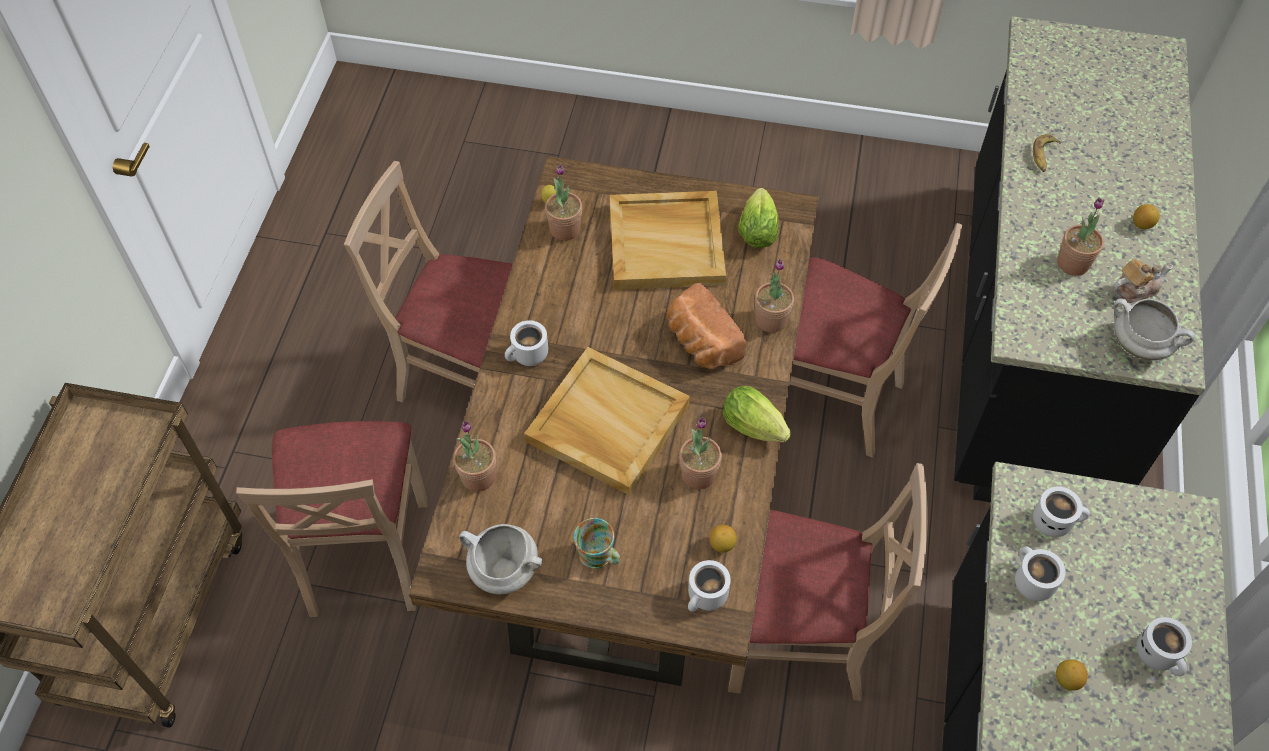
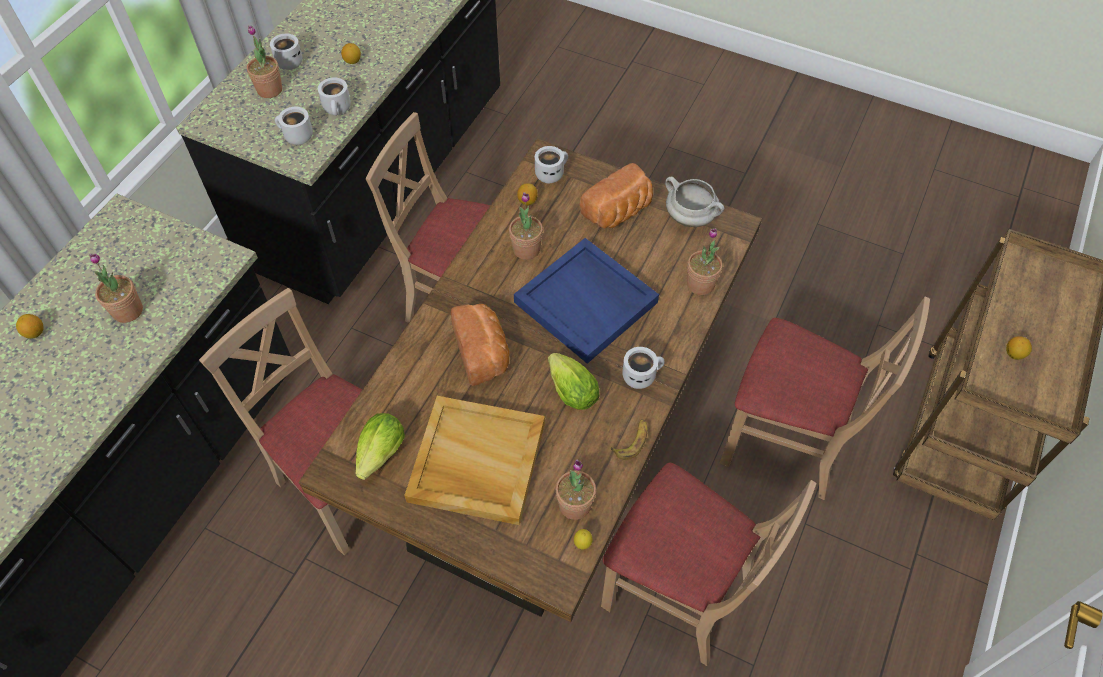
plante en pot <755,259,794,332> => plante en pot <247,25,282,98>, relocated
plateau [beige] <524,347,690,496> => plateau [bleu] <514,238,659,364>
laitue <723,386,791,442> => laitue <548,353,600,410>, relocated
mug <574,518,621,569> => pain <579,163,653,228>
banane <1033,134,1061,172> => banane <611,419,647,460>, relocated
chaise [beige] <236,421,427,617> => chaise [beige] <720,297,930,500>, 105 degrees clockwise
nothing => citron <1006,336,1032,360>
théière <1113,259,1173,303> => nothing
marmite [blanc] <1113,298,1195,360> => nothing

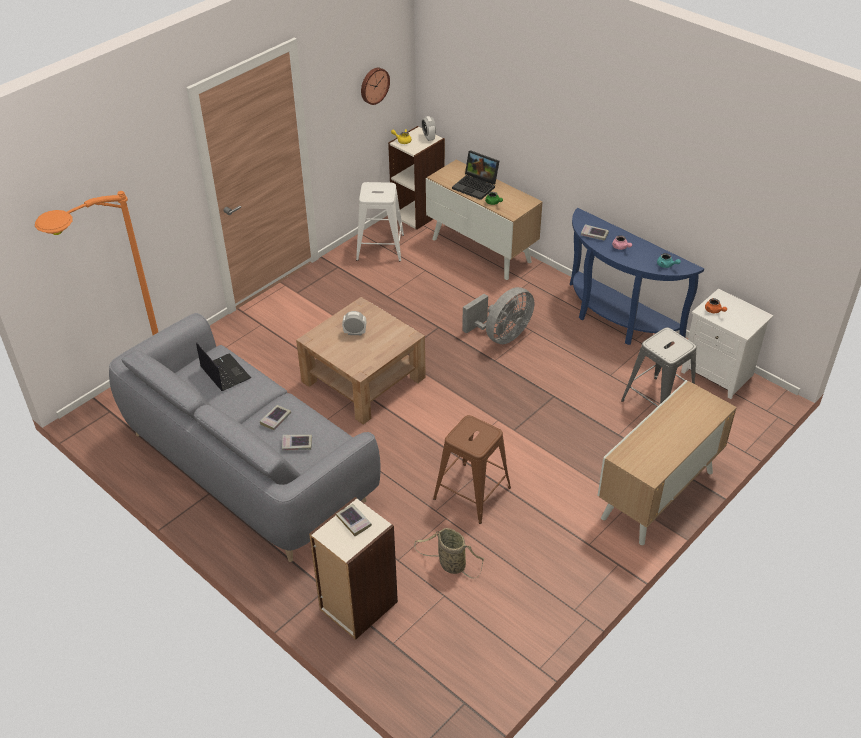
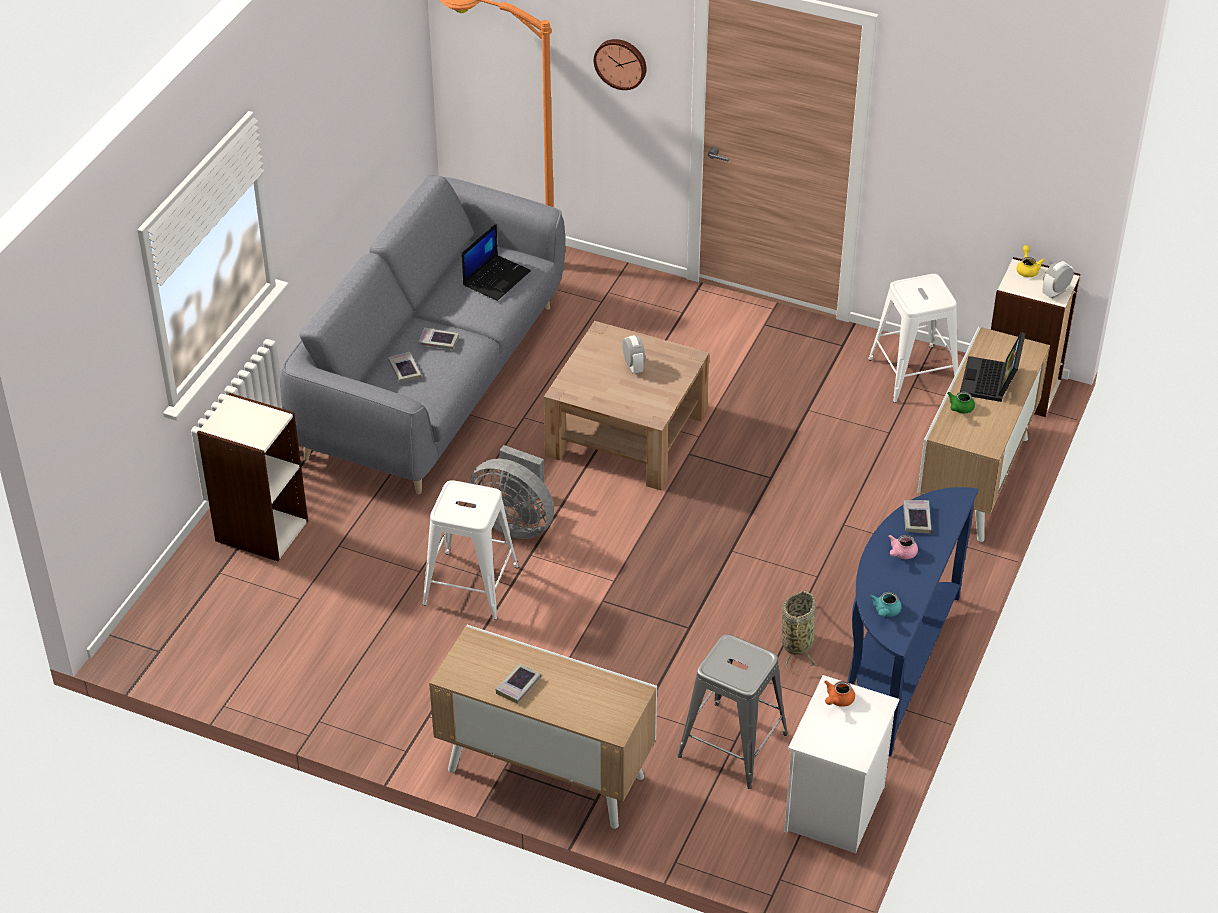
tabouret [marron] <433,415,511,524> => tabouret [blanc] <422,480,519,620>
ventilateur [gris] <462,287,534,344> => ventilateur [gris] <469,445,554,539>, relocated
livre <336,504,372,536> => livre <496,664,542,704>, relocated
horloge murale <361,68,390,105> => horloge murale <594,39,647,90>, relocated
panier <414,528,484,578> => panier <782,590,817,670>, relocated

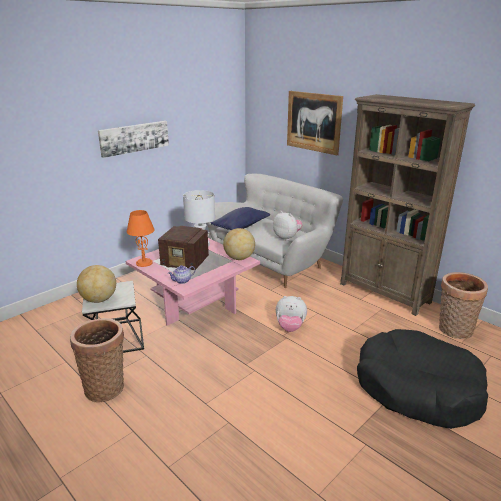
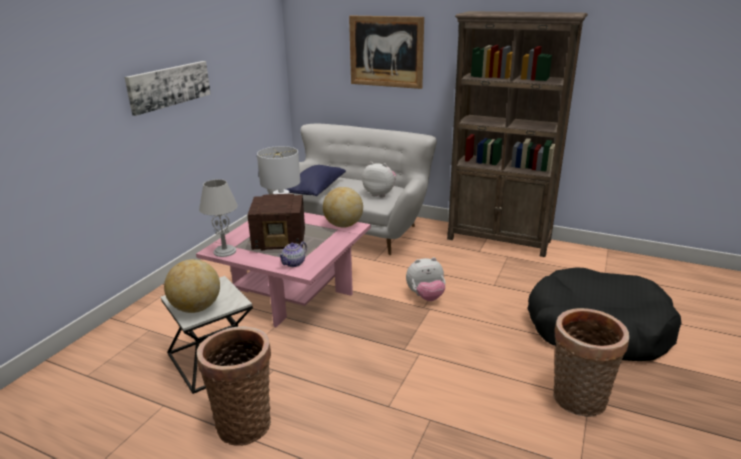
lampe de table [orange] <127,210,155,267> => lampe de table [gris] <199,179,238,257>
panier <439,272,488,339> => panier <553,308,629,417>, relocated

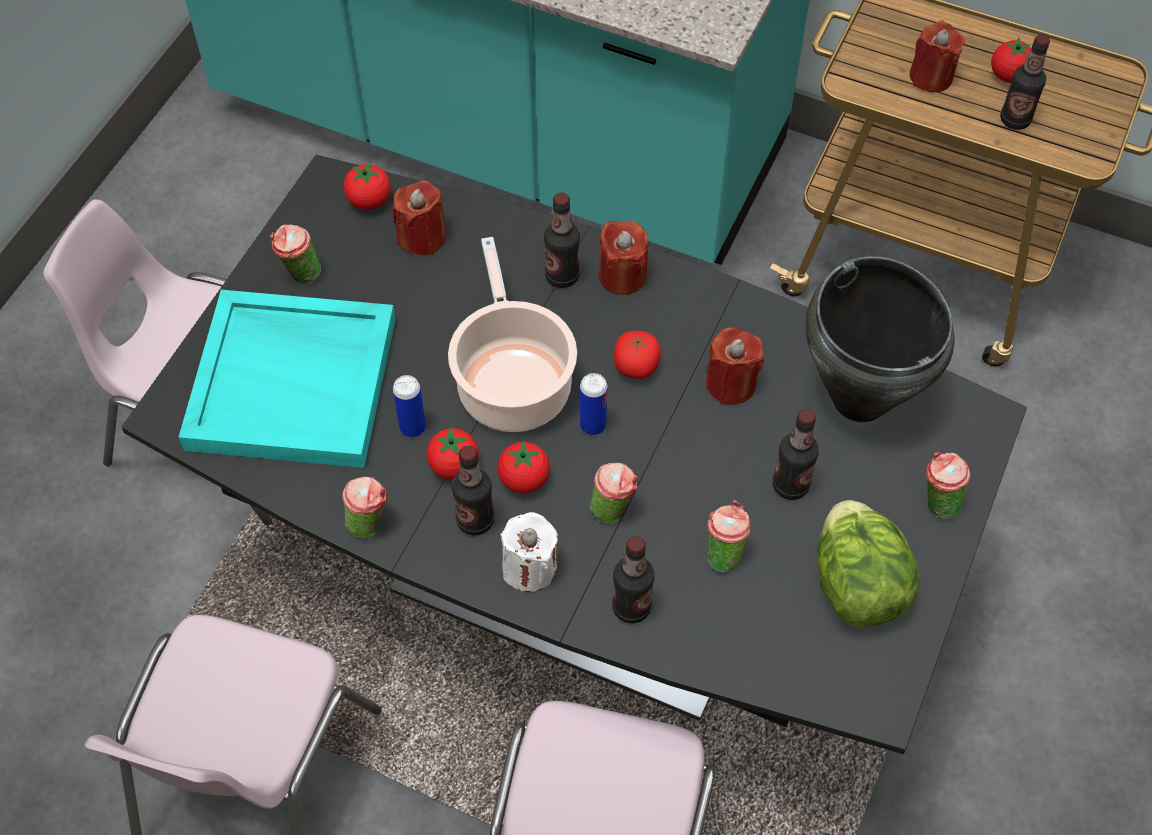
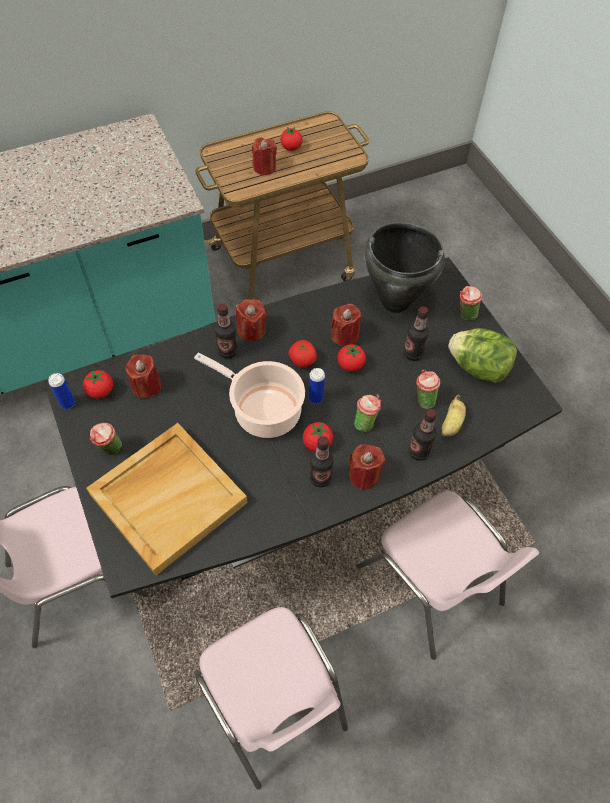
boîte métallique <393,375,426,437> => boîte métallique <48,373,75,409>, relocated
plateau [turquoise] <179,290,396,468> => plateau [beige] <86,423,248,575>
tomate <426,427,479,480> => tomate <337,344,366,372>, relocated
bougie [blanc] <500,512,558,592> => bougie [rouge] <348,444,385,490>
nothing => banane <442,395,466,436>
tasse <342,477,387,538> => nothing
bouteille <1000,34,1050,130> => nothing

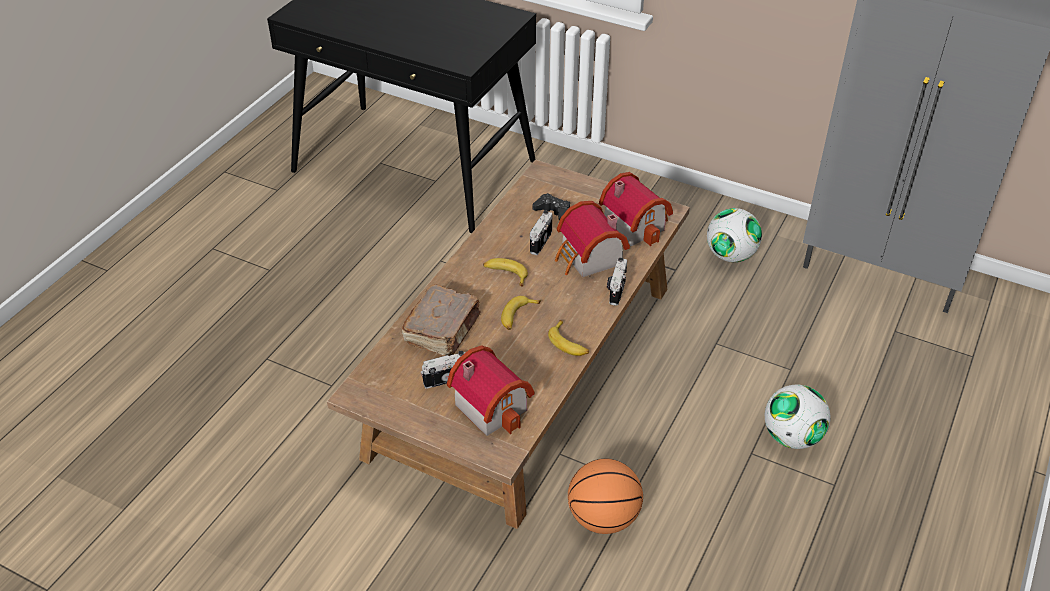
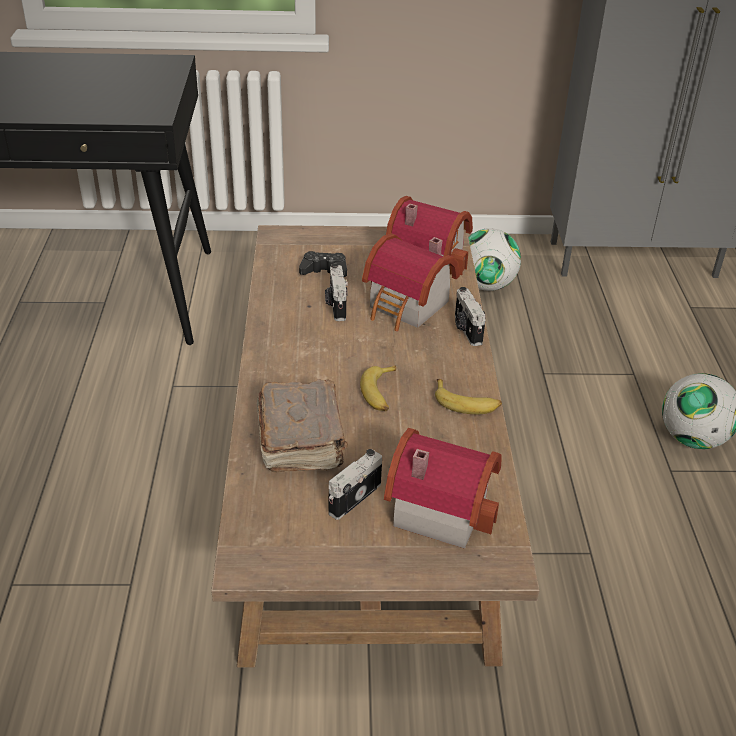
banane <483,258,528,287> => nothing
ballon de basket <568,459,643,534> => nothing

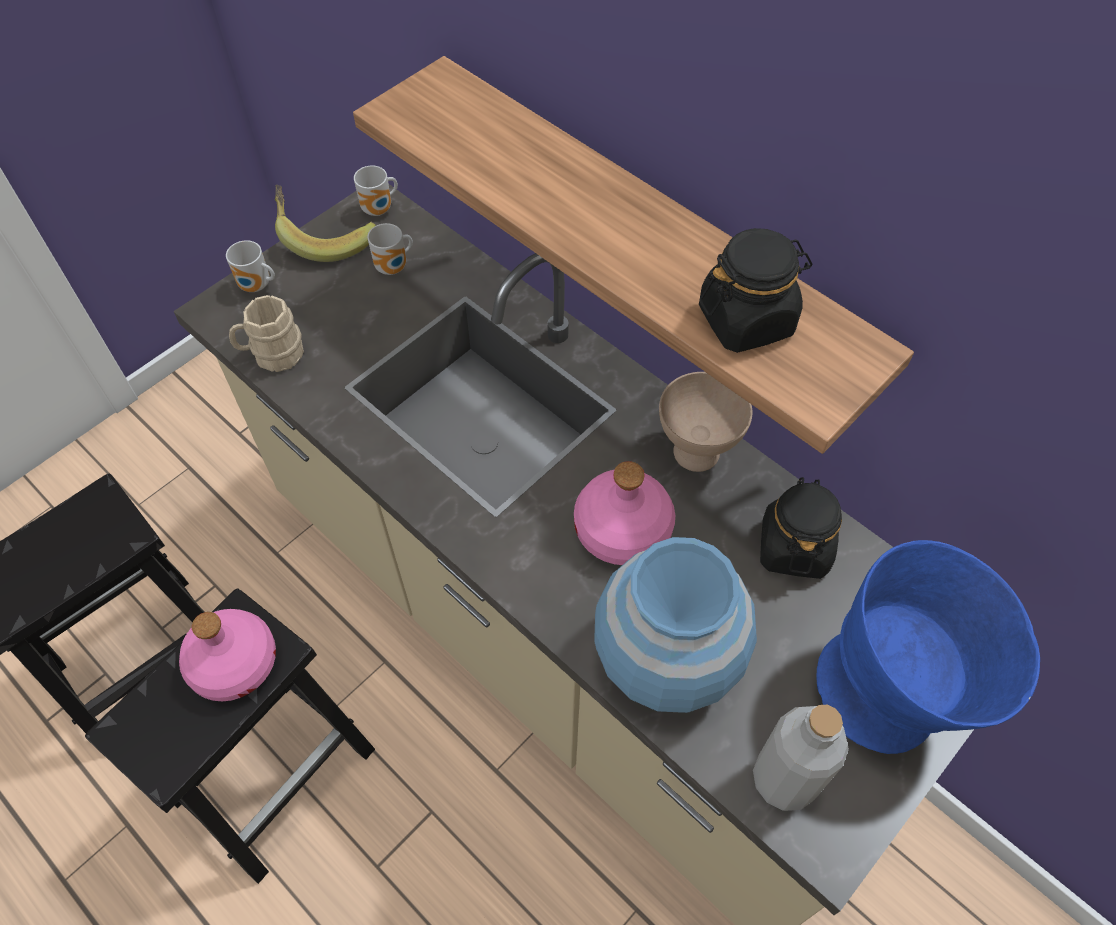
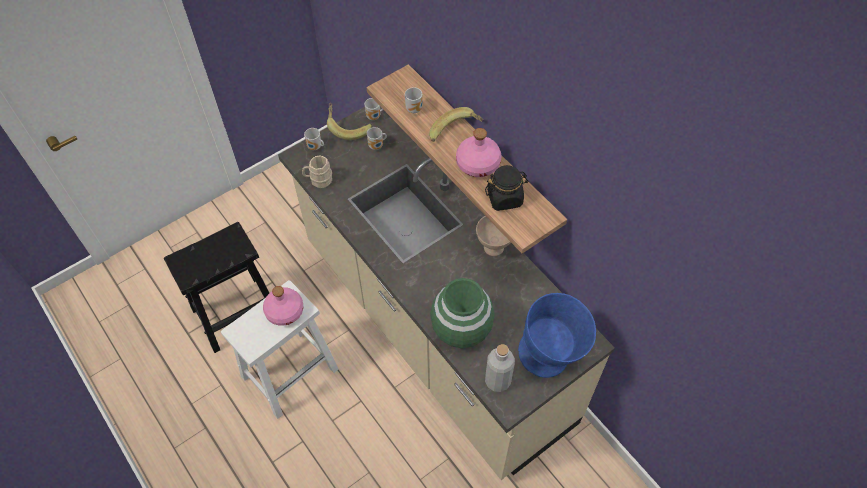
tabouret [noir] <85,588,375,884> => tabouret [blanc] <221,280,339,419>
nothing => mug <405,87,422,113>
nothing => banane <429,107,483,142>
vase [bleu] <594,537,757,713> => vase [vert] <430,278,495,348>
bouteille [rose] <574,461,675,565> => bouteille [rose] <456,128,501,177>, relocated
bocal [noir] <760,477,842,579> => nothing

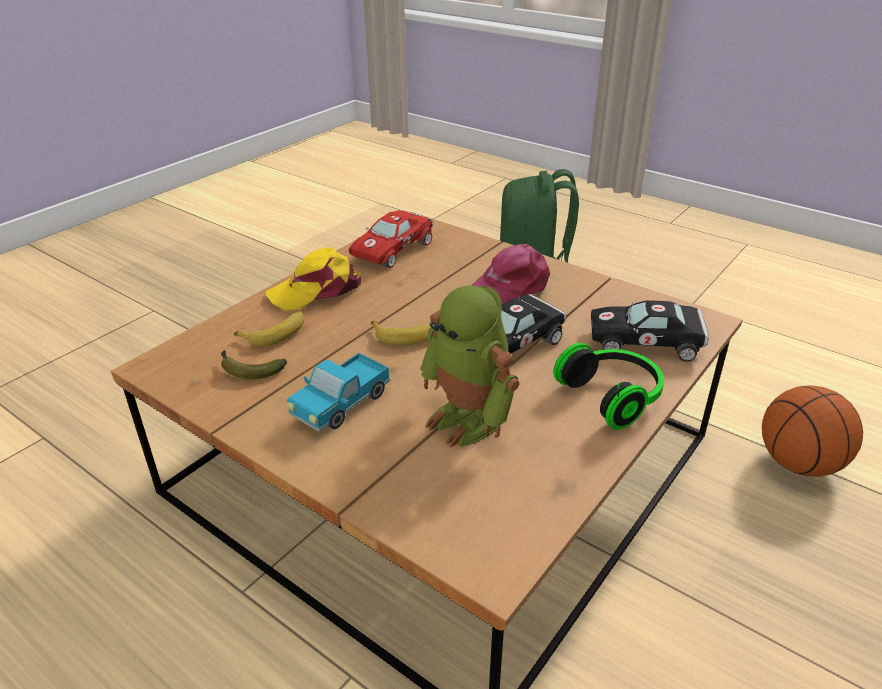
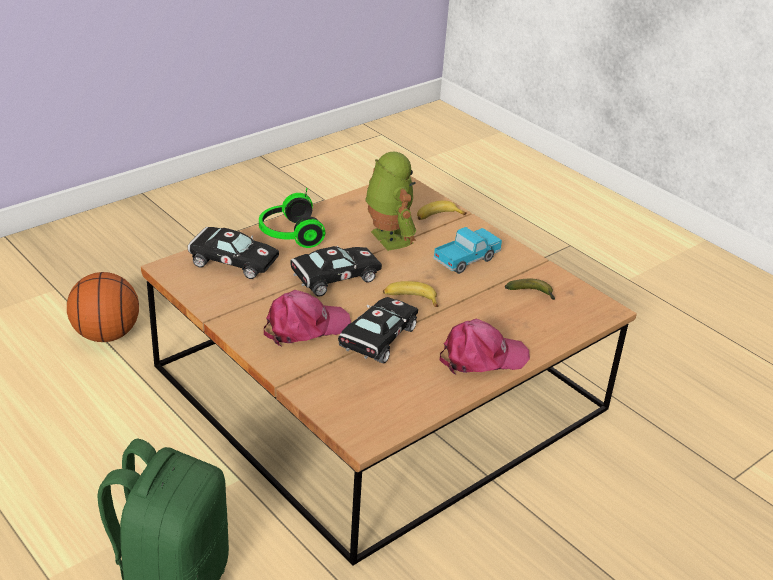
nothing => petite voiture [noir] <338,297,418,363>
banane <234,311,304,346> => banane <417,200,467,220>, relocated
casquette [jaune] <266,247,361,311> => casquette [rose] <440,318,530,374>
petite voiture [rouge] <349,210,433,268> => nothing

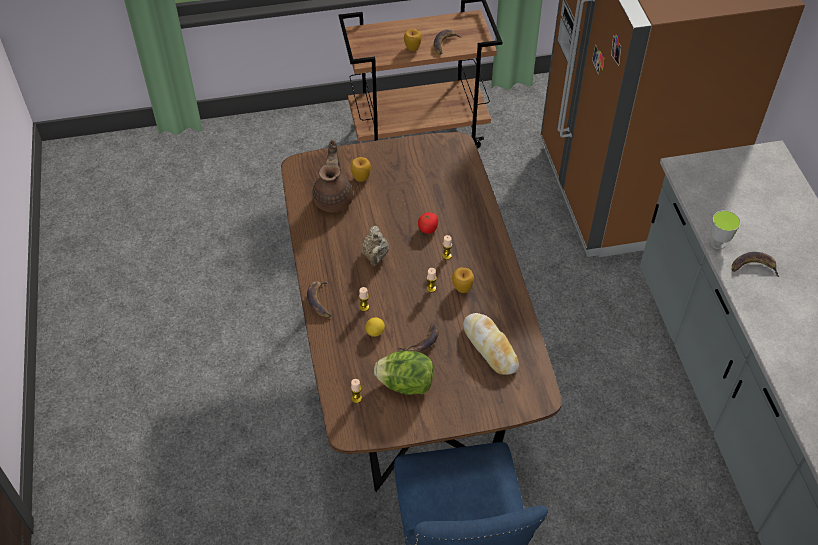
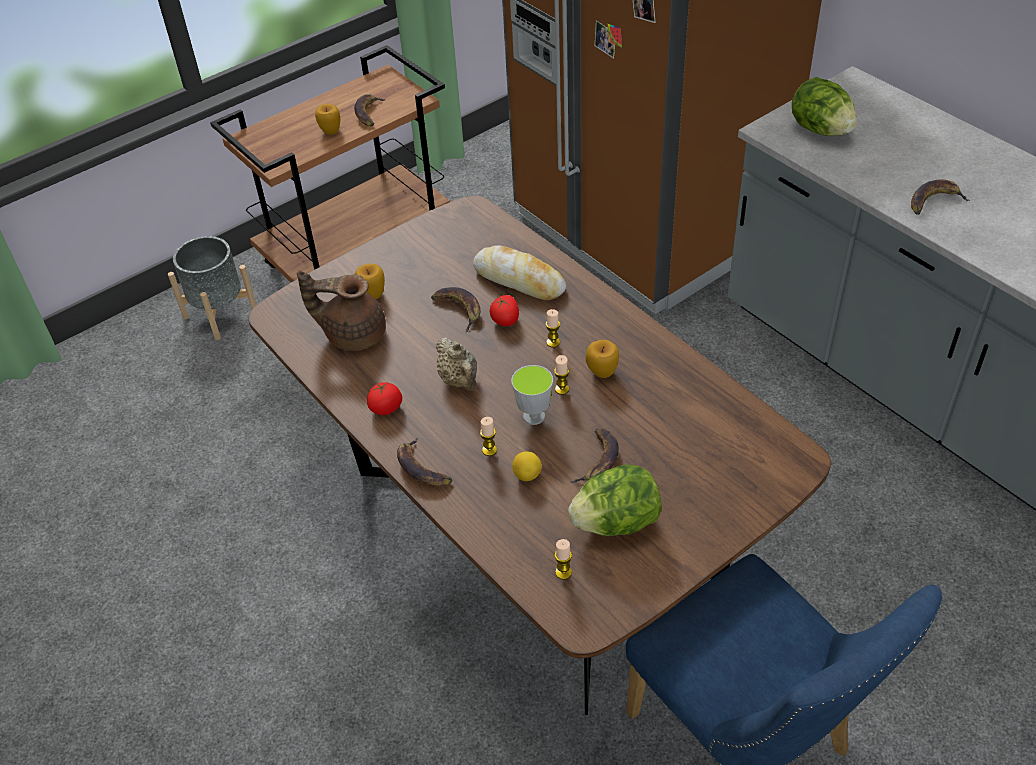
nothing => cache-pot [gris] <168,236,256,340>
théière [marron] <312,140,353,212> => théière [marron] <297,270,386,351>, 60 degrees counterclockwise
nothing => tomate <367,382,402,415>
nothing => banane <431,287,480,332>
pain <463,313,519,375> => pain <473,245,566,300>, relocated
tasse <710,210,741,249> => tasse <511,365,553,425>, relocated
nothing => laitue <792,77,857,136>

